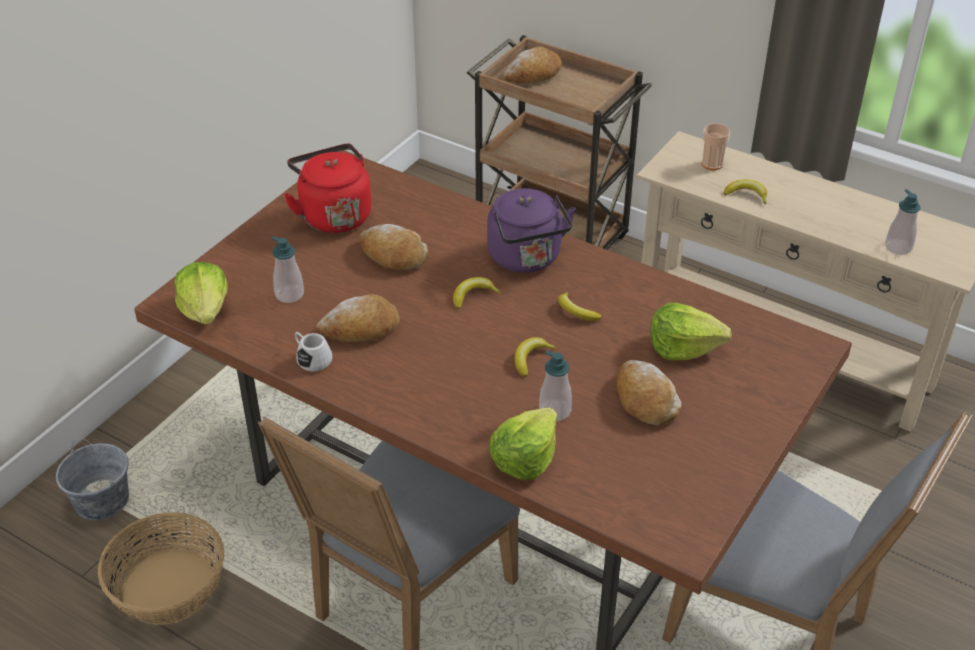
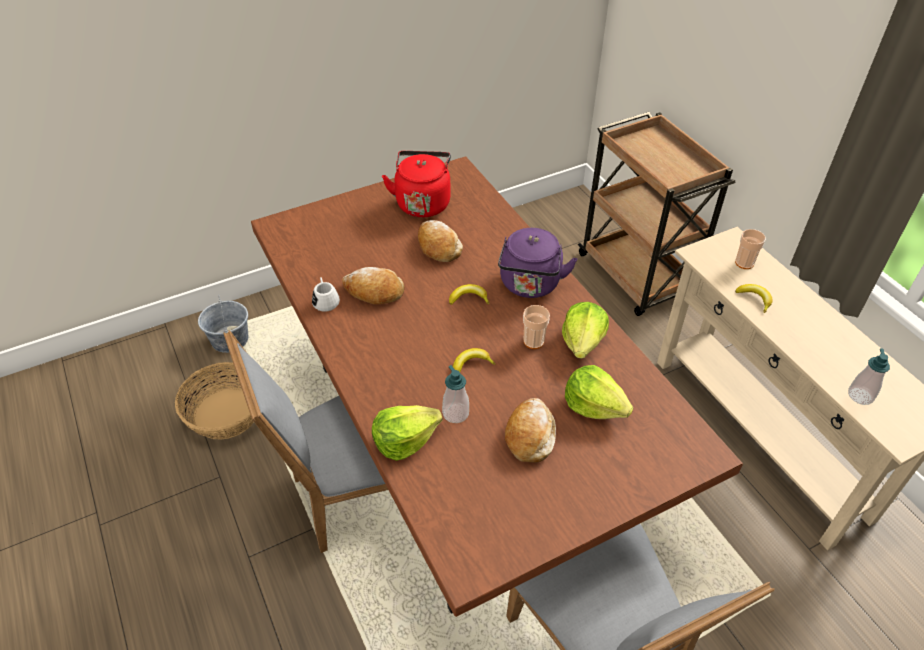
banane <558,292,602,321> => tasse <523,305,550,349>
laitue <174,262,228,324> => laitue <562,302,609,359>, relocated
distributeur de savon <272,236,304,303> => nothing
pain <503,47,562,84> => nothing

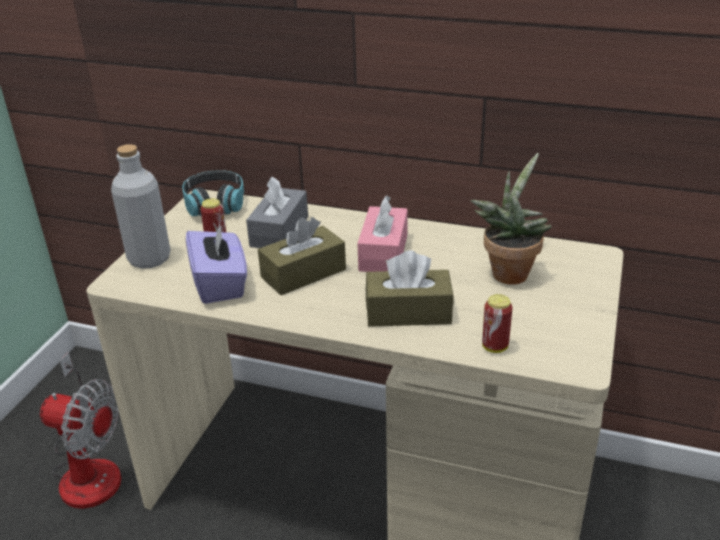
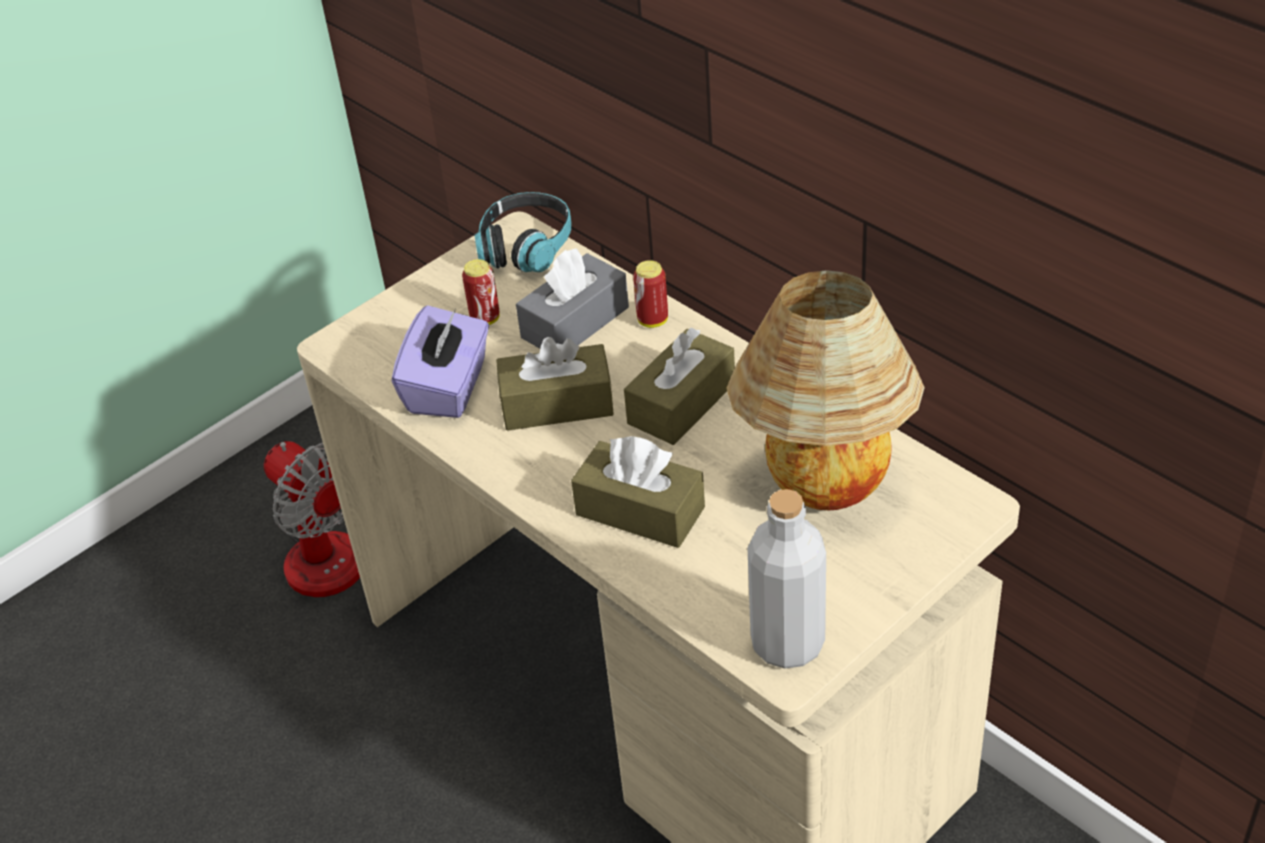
boîte à mouchoirs [rose] <357,195,408,272> => boîte à mouchoirs [marron] <624,328,735,445>
boîte métallique <482,294,513,353> => boîte métallique <633,260,668,328>, relocated
plante en pot <471,153,552,285> => lampe de table <727,270,925,510>
bouteille [gris] <111,144,170,269> => bouteille [gris] <747,489,826,669>, relocated

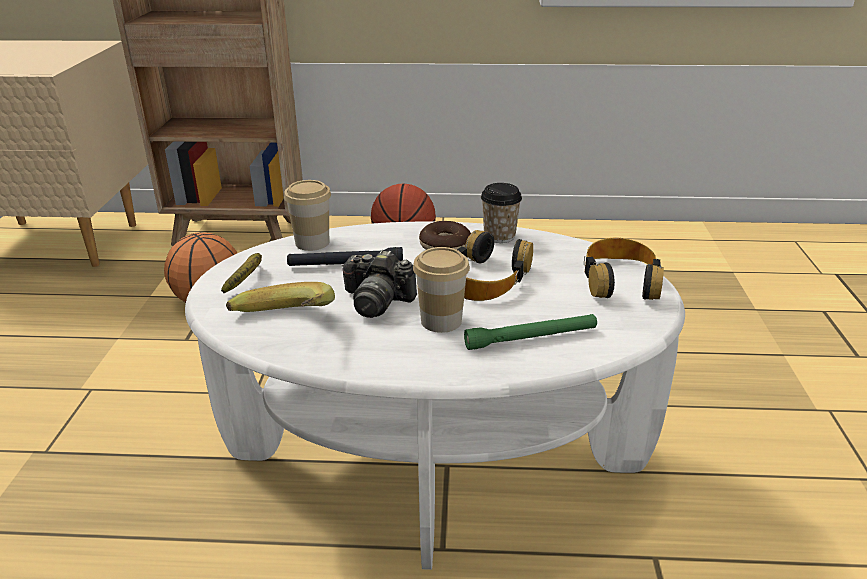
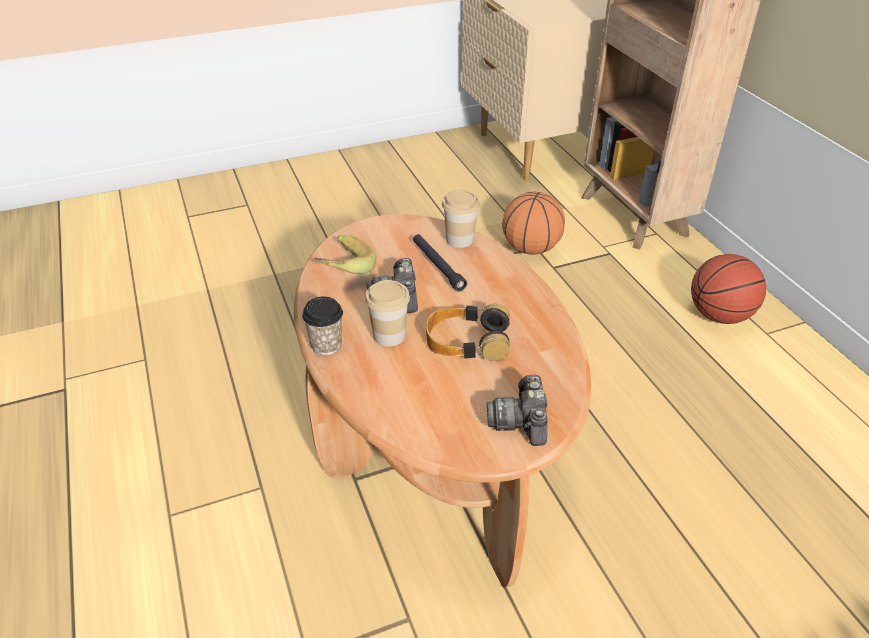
table basse [blanc] <185,221,685,570> => table basse [marron] <294,214,591,588>
tasse <481,183,522,243> => tasse <302,296,343,355>, relocated
casque audio <584,237,664,300> => appareil photo <487,375,548,446>
banane <221,253,262,293> => nothing
beignet <419,221,471,250> => nothing
lampe de poche [vert] <464,314,597,350> => nothing

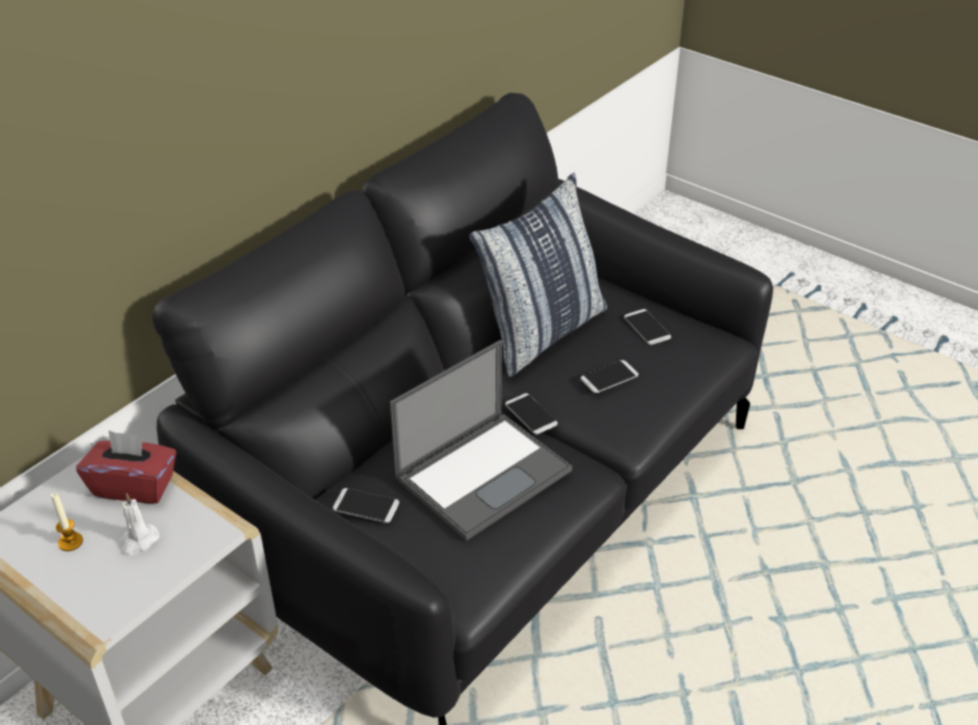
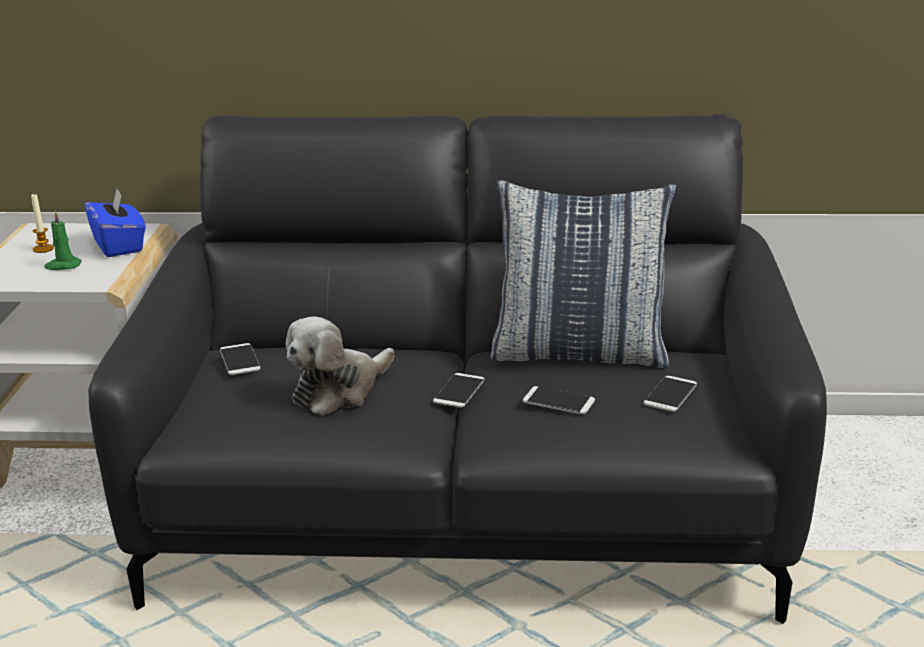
bougie [blanc] <121,493,159,556> => bougie [vert] <45,211,82,270>
boîte à mouchoirs [rouge] <76,431,176,504> => boîte à mouchoirs [bleu] <85,189,146,257>
ordinateur portable <390,340,572,541> => peluche <285,316,395,416>

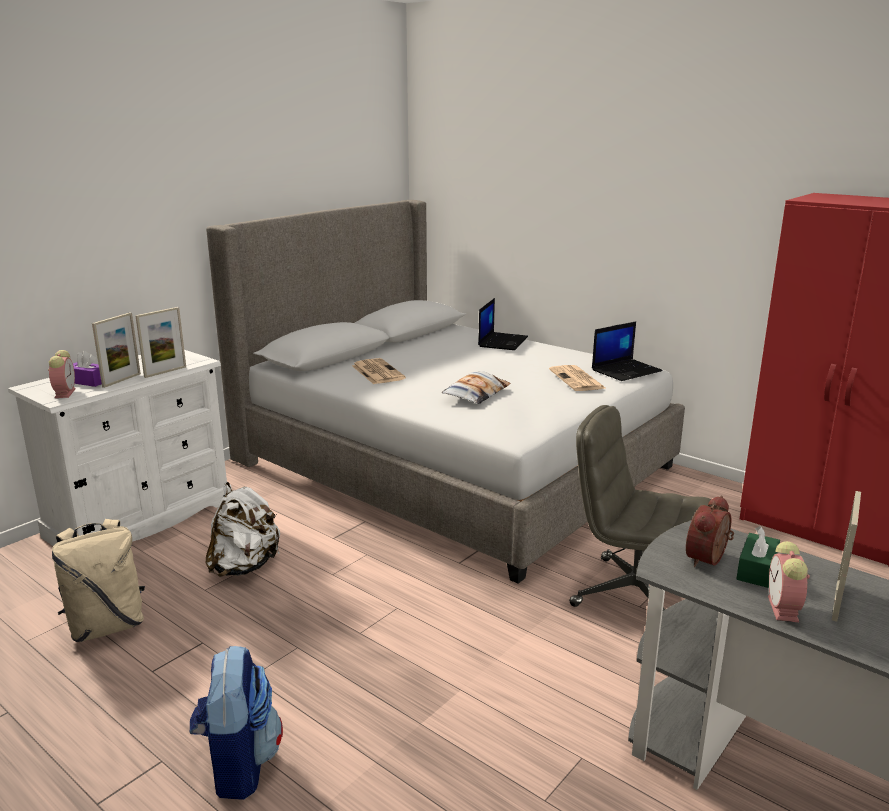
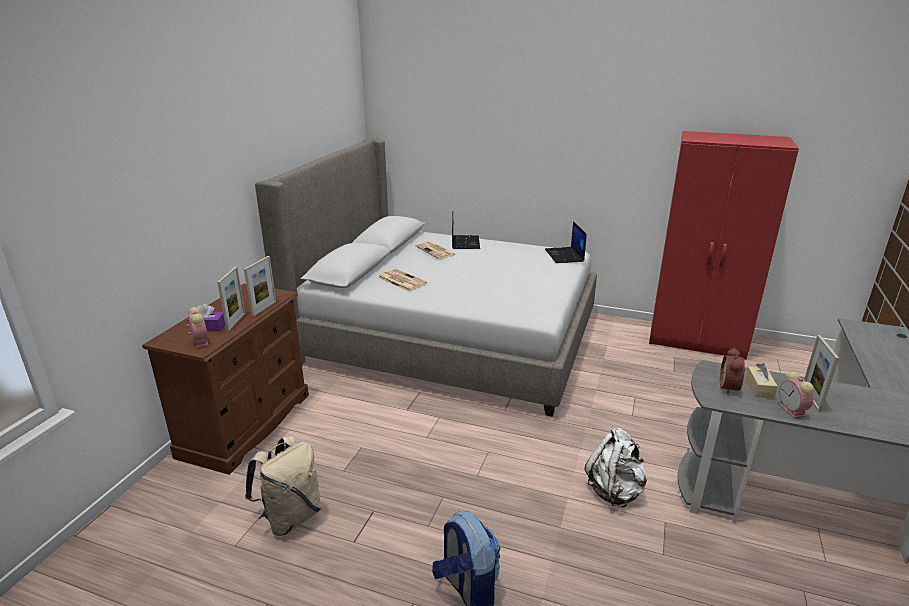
commode [blanc] <8,350,232,546> => commode [marron] <142,284,309,475>
journal <549,365,607,391> => journal <415,241,456,259>, relocated
ordinateur portable <592,321,663,381> => ordinateur portable <545,221,587,263>, 135 degrees clockwise
sac à dos [blanc] <206,482,280,577> => sac à dos [blanc] <585,428,647,508>, relocated
boîte à mouchoirs [vert] <736,526,780,588> => boîte à mouchoirs [beige] <745,363,778,399>
coussin <442,371,511,404> => nothing
chaise de bureau [gris] <569,405,711,611> => nothing

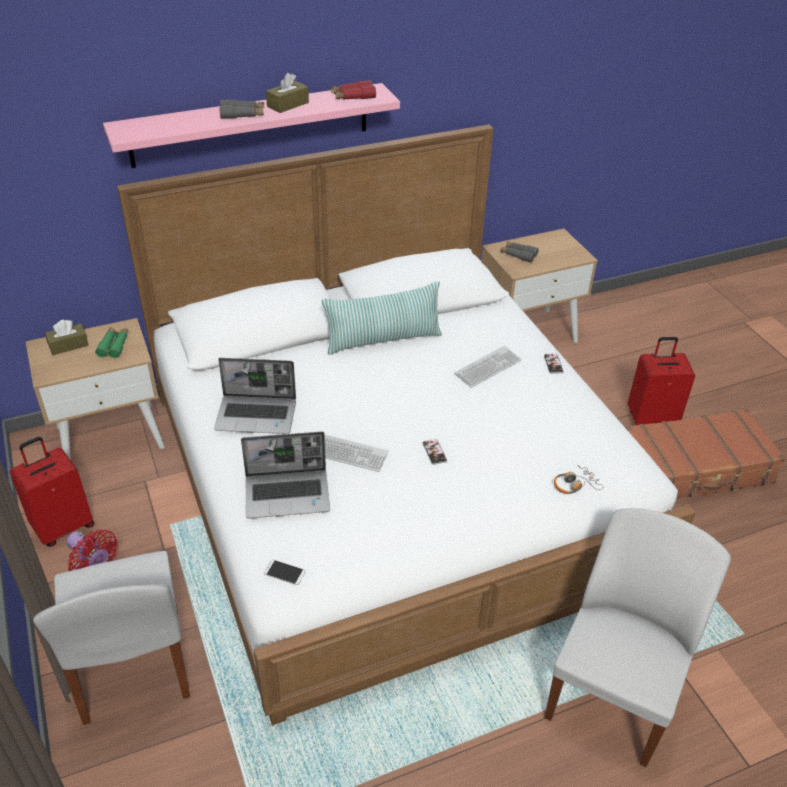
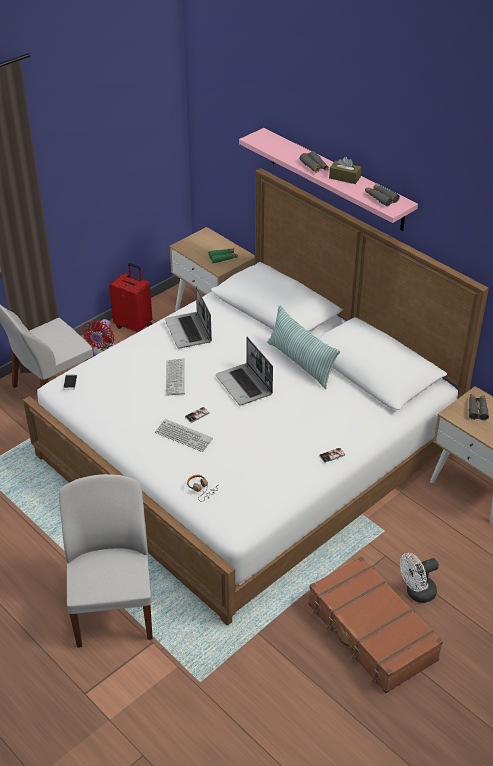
chaise [blanc] <544,508,731,767> => chaise [blanc] <59,474,153,648>, 105 degrees counterclockwise
clavier <455,346,521,388> => clavier <155,419,213,452>, relocated
ordinateur portable <241,432,330,519> => ordinateur portable <215,337,273,405>, relocated
jumelles [rouge] <331,80,376,99> => jumelles [gris] <365,184,400,206>
valise [rouge] <628,337,695,425> => ventilateur [blanc] <400,553,439,603>
boîte à mouchoirs [marron] <45,320,89,355> => nothing

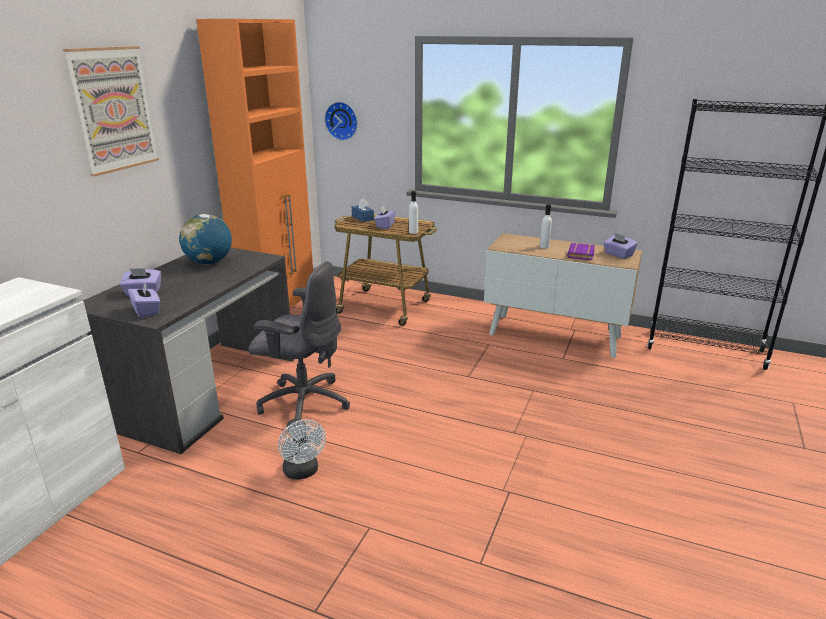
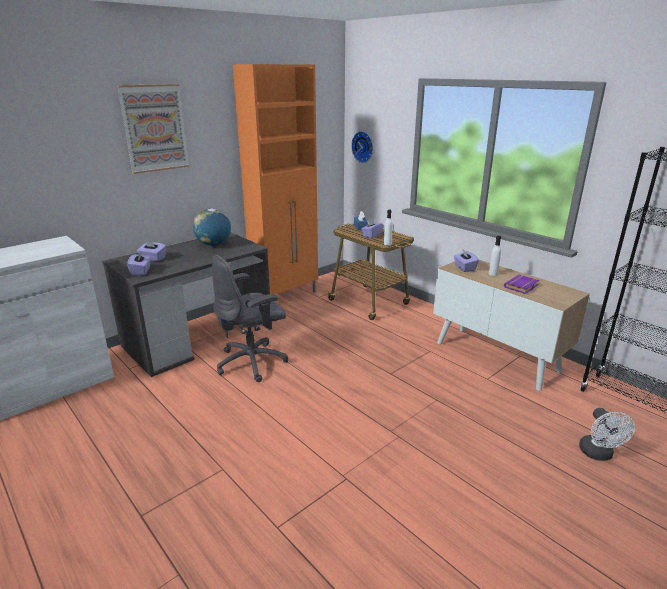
chaise de bureau [gris] <248,261,350,425> => chaise de bureau [gris] <212,255,288,382>, 105 degrees clockwise
boîte à mouchoirs [violet] <603,233,638,259> => boîte à mouchoirs [violet] <454,250,479,272>, relocated
ventilateur [blanc] <278,419,326,480> => ventilateur [blanc] <579,408,635,461>, relocated

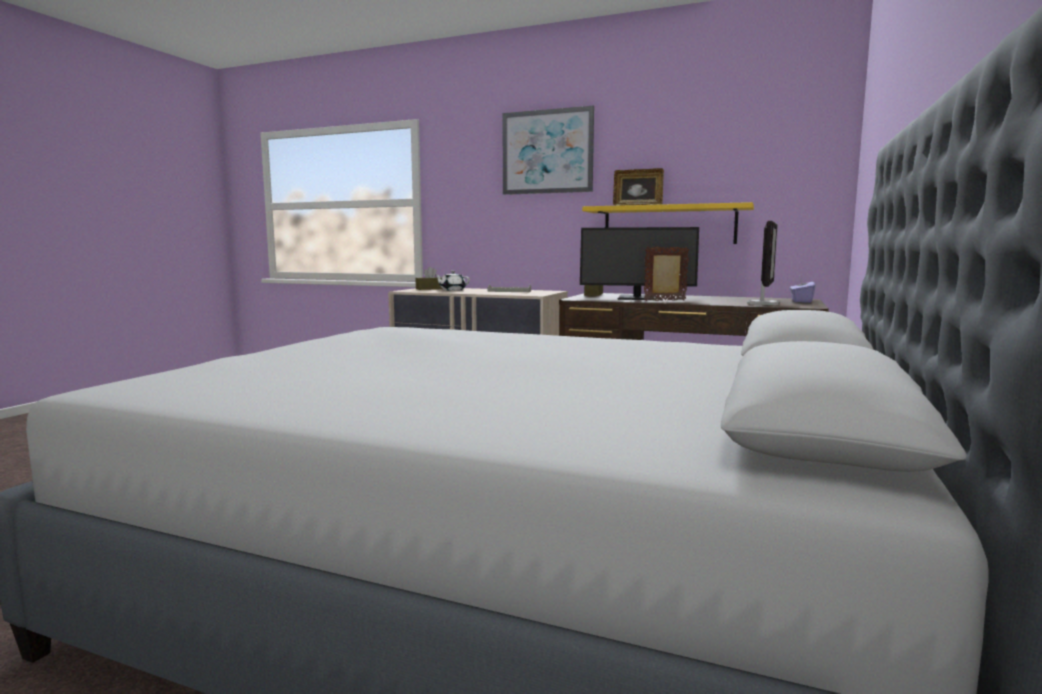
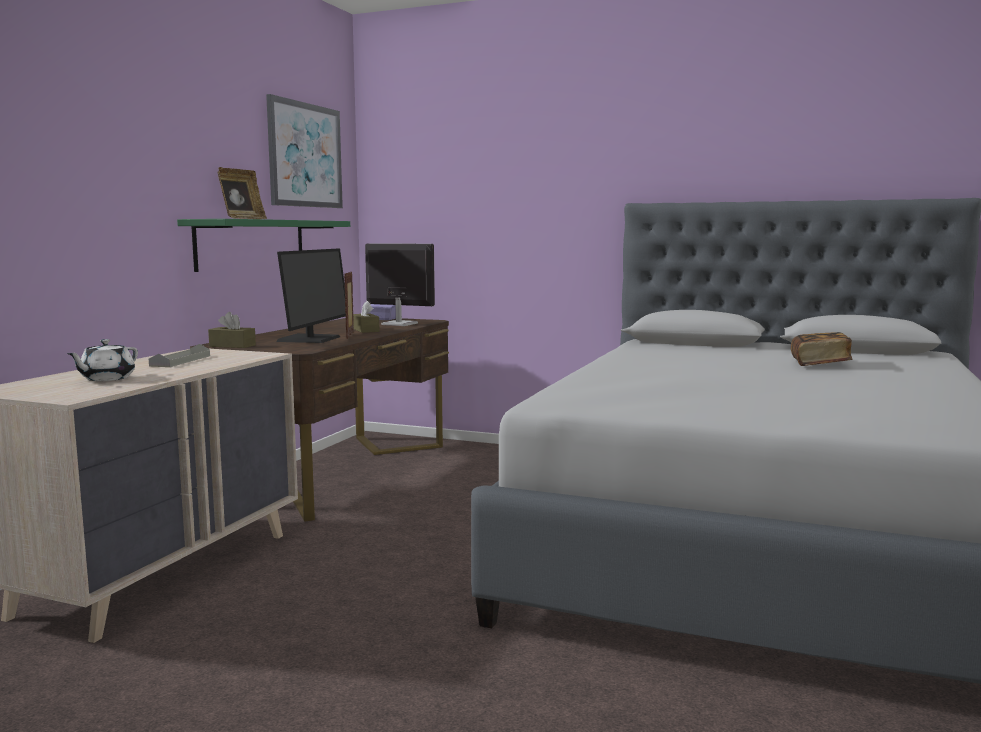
étagère [jaune] <582,202,754,244> => étagère [vert] <177,219,350,272>
tableau <502,106,594,195> => tableau <266,94,343,208>, relocated
boîte à mouchoirs [marron] <416,267,442,290> => boîte à mouchoirs [marron] <353,301,379,333>, relocated
nothing => livre <791,332,853,366>

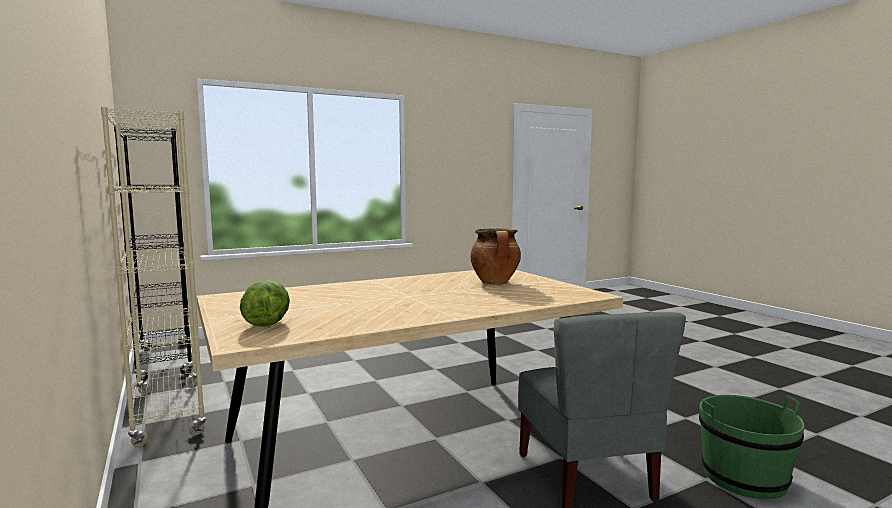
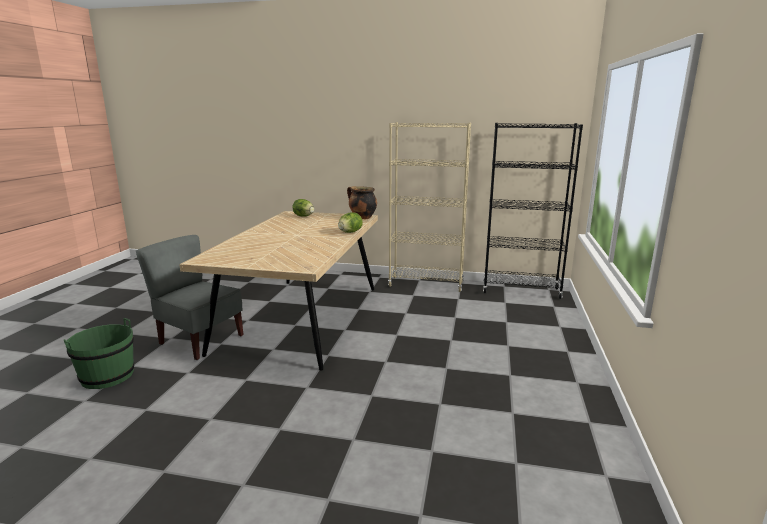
nothing => laitue <338,212,363,233>
marmite <470,228,521,285> => marmite <347,186,377,219>, relocated

